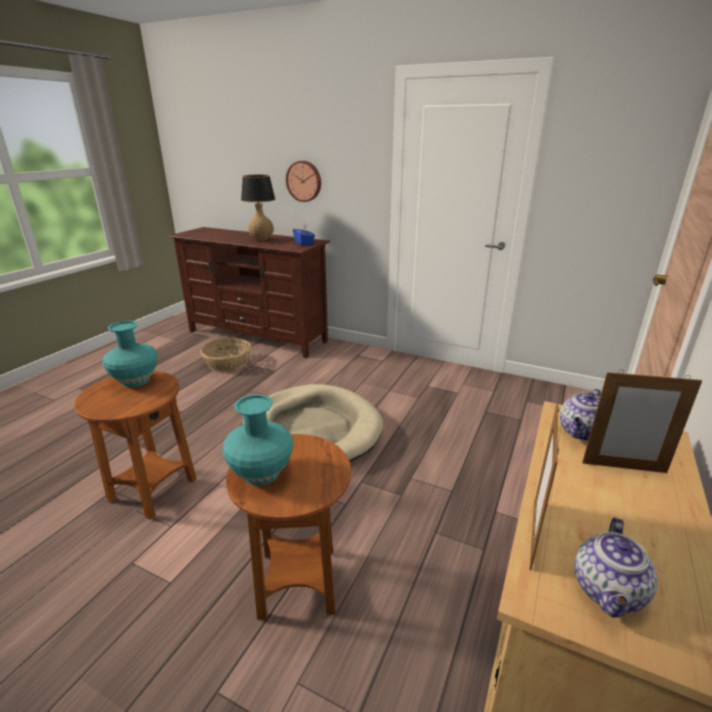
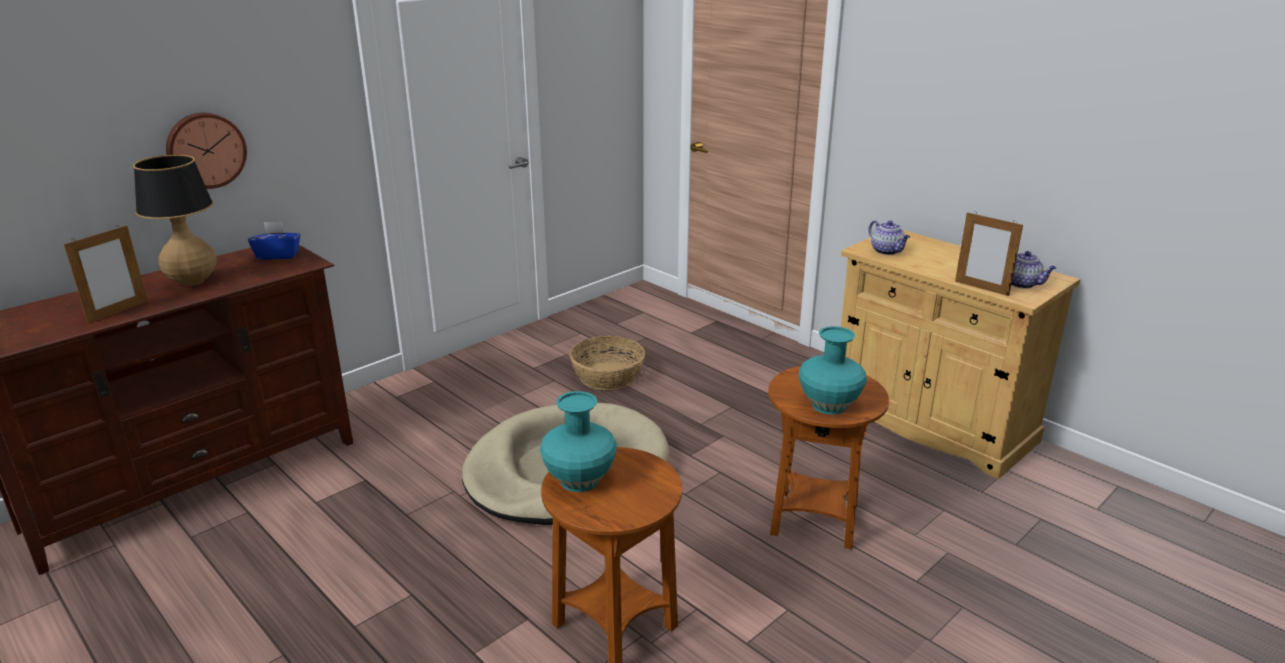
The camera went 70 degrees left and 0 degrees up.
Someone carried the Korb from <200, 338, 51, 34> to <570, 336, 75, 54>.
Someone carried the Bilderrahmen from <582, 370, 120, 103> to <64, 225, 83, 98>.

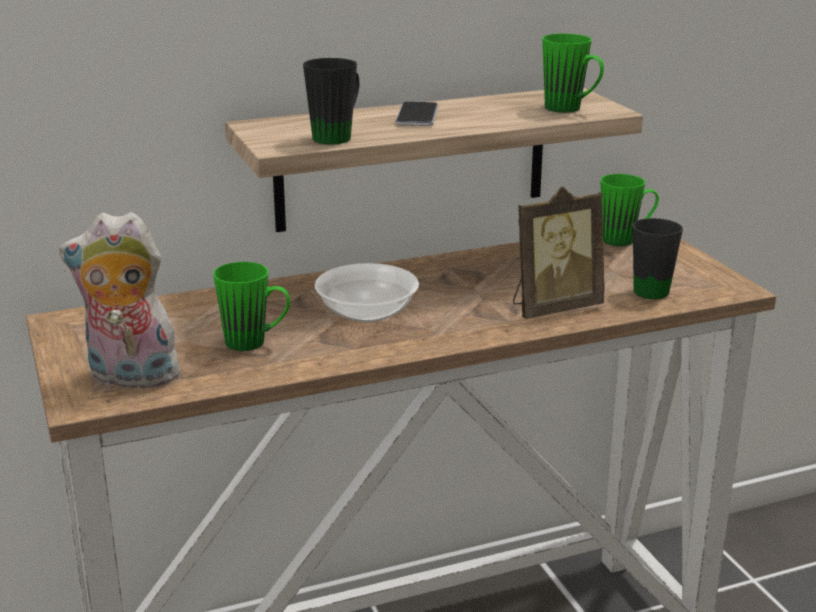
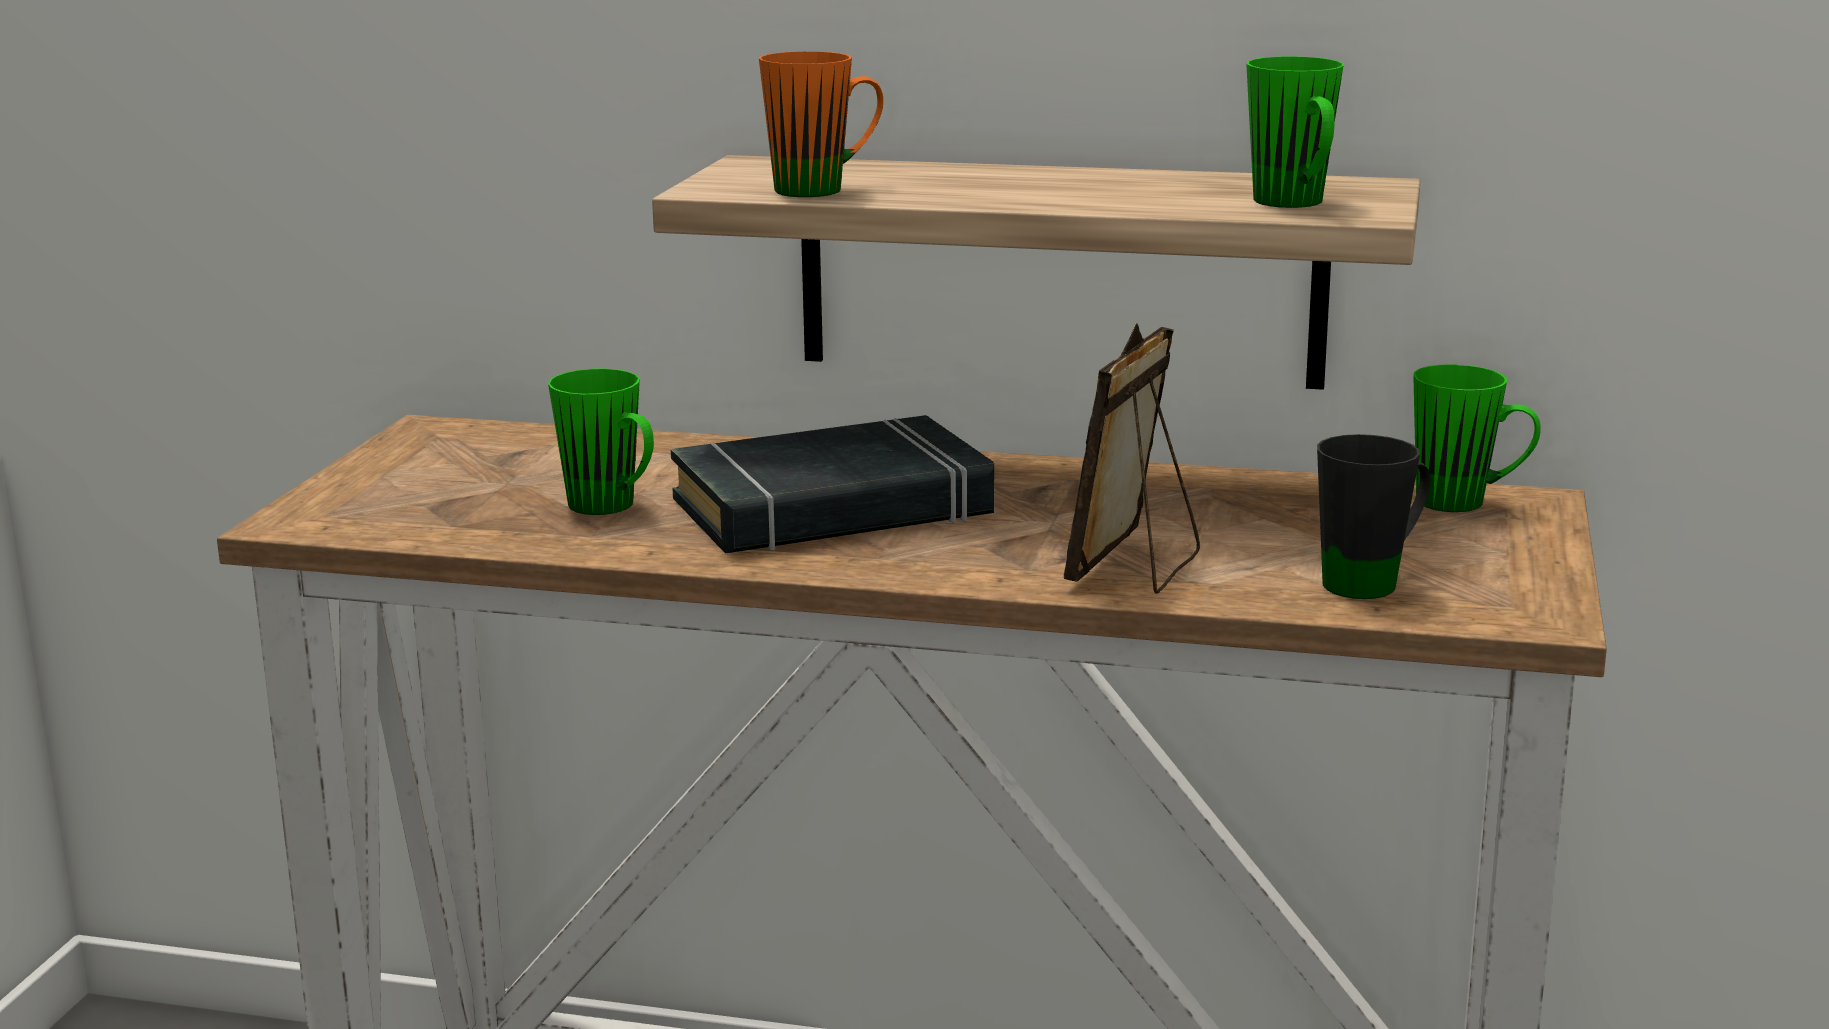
The camera went 35 degrees right and 5 degrees down.
Someone took away the Plüschtier at <59, 212, 130, 181>.
Someone repainted the Henkelbecher [schwarz] at <303, 58, 56, 87>, which became the Henkelbecher [orange] at <759, 51, 124, 146>.
Someone swapped the Schüssel at <315, 263, 104, 60> for the Buch [schwarz] at <671, 415, 323, 138>.
Someone took away the Handy at <395, 102, 44, 24>.
Someone rotated the Bilderrahmen at <513, 186, 92, 133> by 105 degrees clockwise.

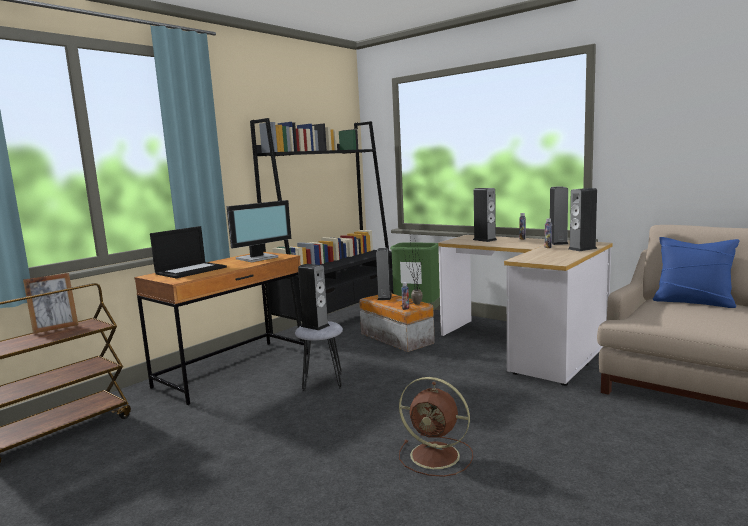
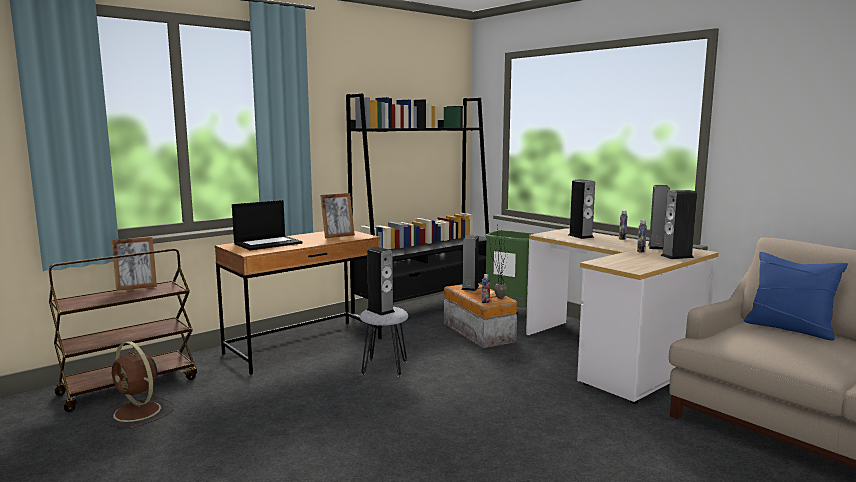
The camera went 10 degrees right and 0 degrees up.
Someone swapped the Monitor at <227, 200, 64, 62> for the Bilderrahmen at <320, 193, 35, 45>.
Someone carried the Ventilator [braun] from <399, 377, 74, 100> to <102, 341, 73, 87>.

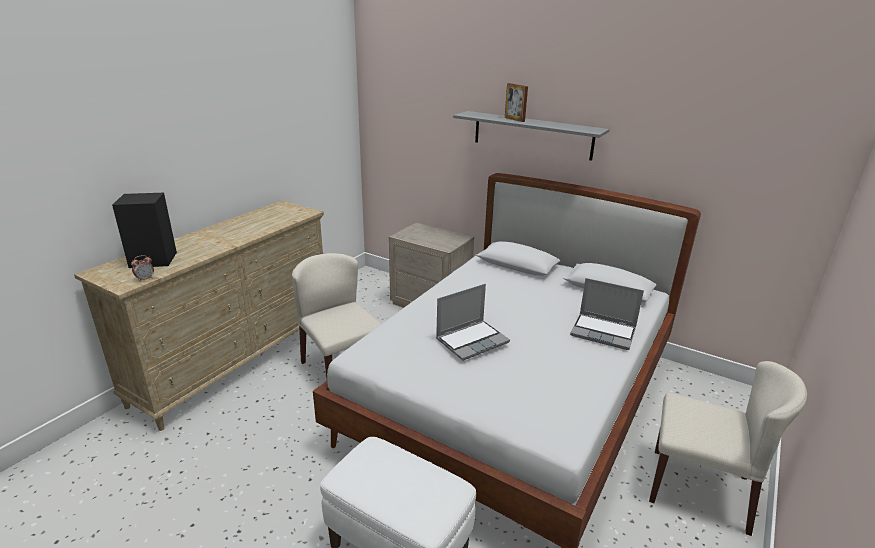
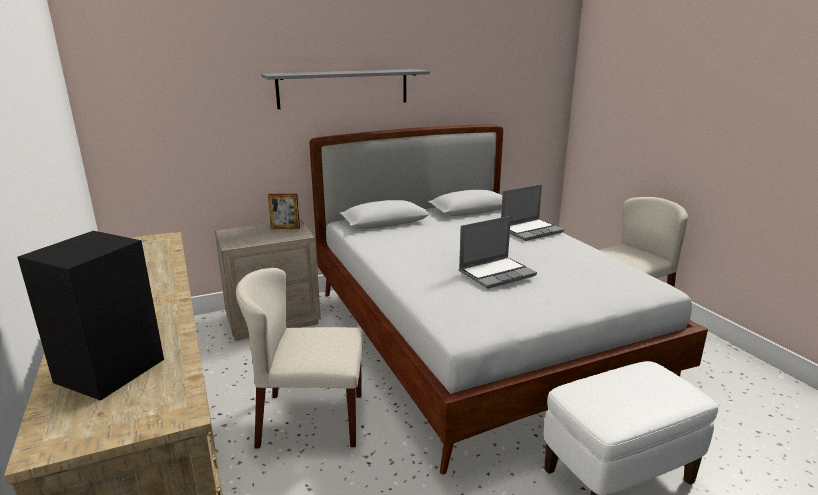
The camera went 55 degrees left and 5 degrees down.
Someone took away the Wecker at <131, 255, 23, 27>.
Someone rotated the Laptop at <436, 284, 74, 77> by 60 degrees clockwise.
Someone carried the Bilderrahmen from <505, 83, 23, 39> to <268, 194, 32, 35>.

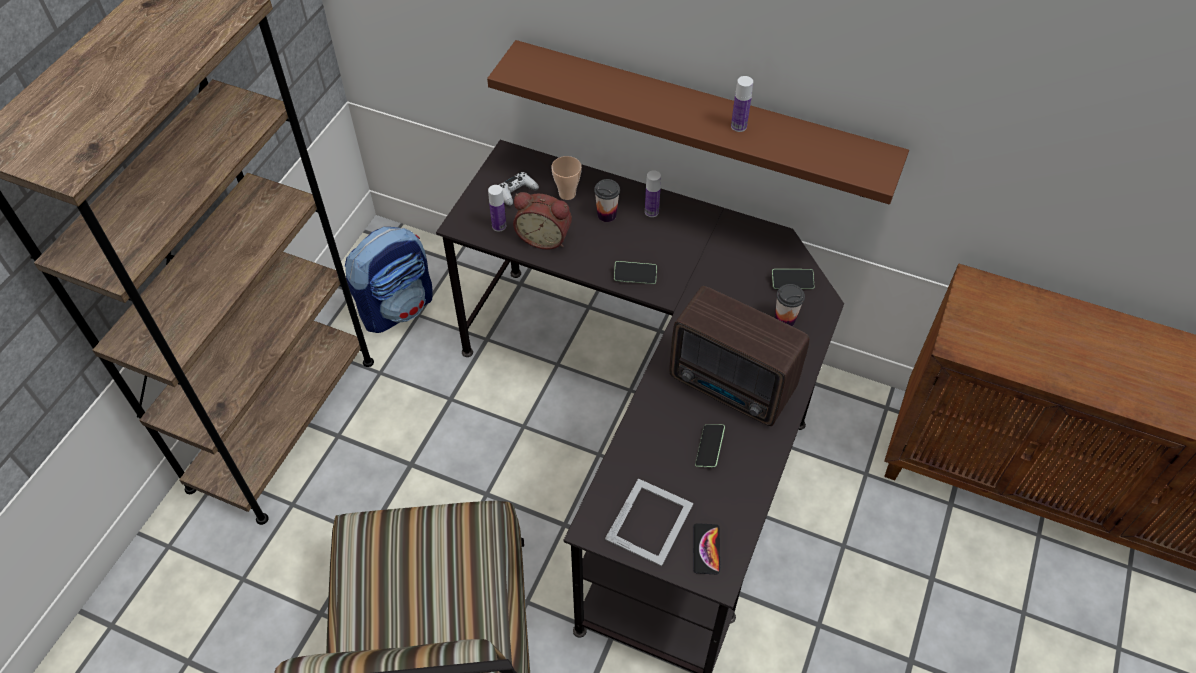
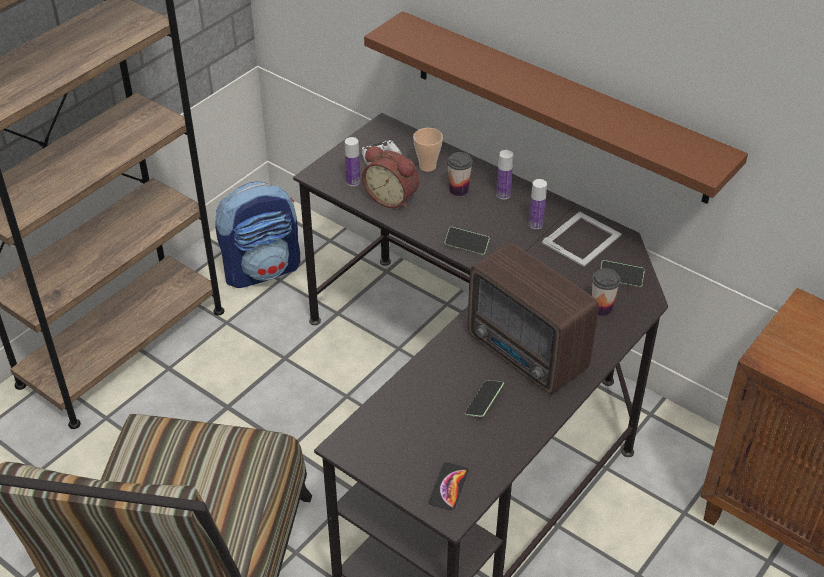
The camera went 15 degrees right and 10 degrees down.
Someone carried the Bilderrahmen from <605, 479, 88, 87> to <542, 211, 80, 56>.
Someone carried the Flasche from <731, 76, 22, 56> to <529, 179, 18, 50>.

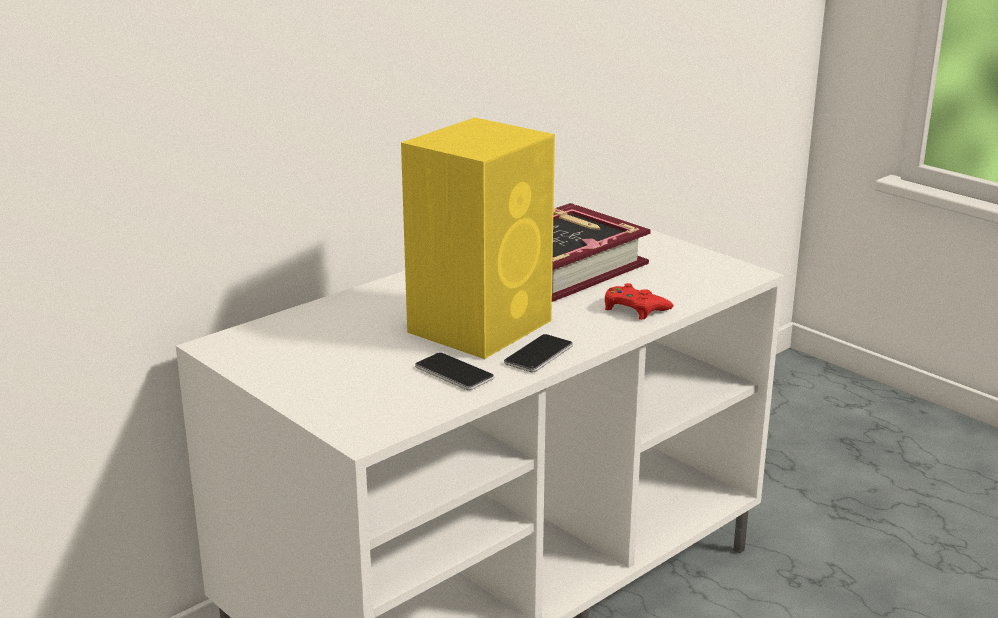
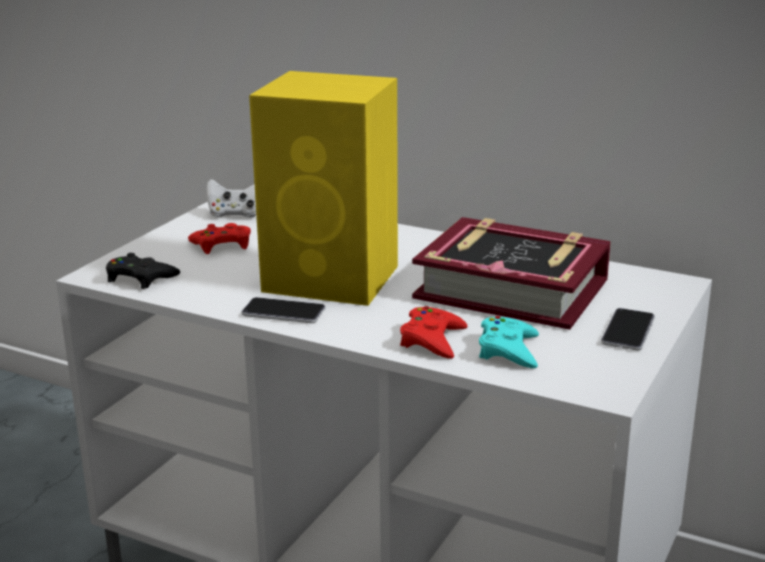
The camera went 70 degrees right and 0 degrees up.
Someone carried the Handy from <415, 352, 79, 38> to <601, 308, 54, 42>.
Someone put down the Gamepad [schwarz] at <106, 253, 74, 36>.
Someone put down the Gamepad [rot] at <188, 223, 63, 31>.
Someone put down the Gamepad [weiß] at <207, 179, 49, 38>.
Someone put down the Gamepad [türkis] at <479, 316, 60, 52>.

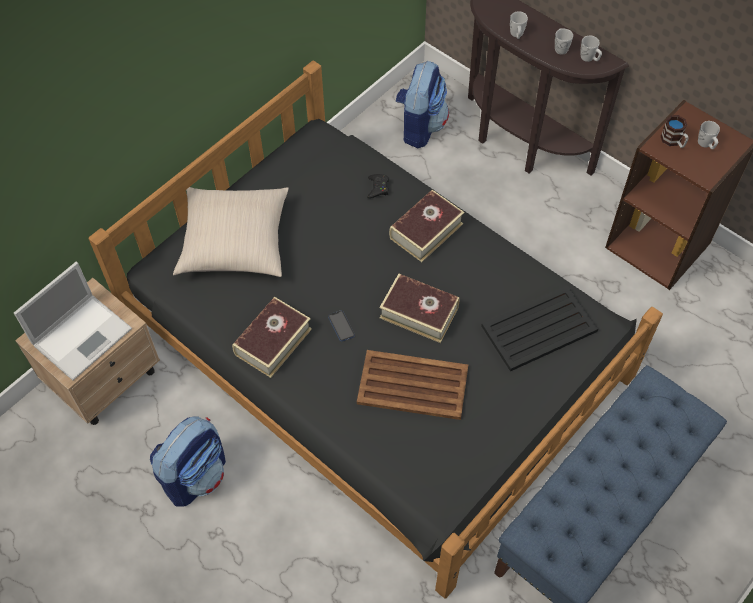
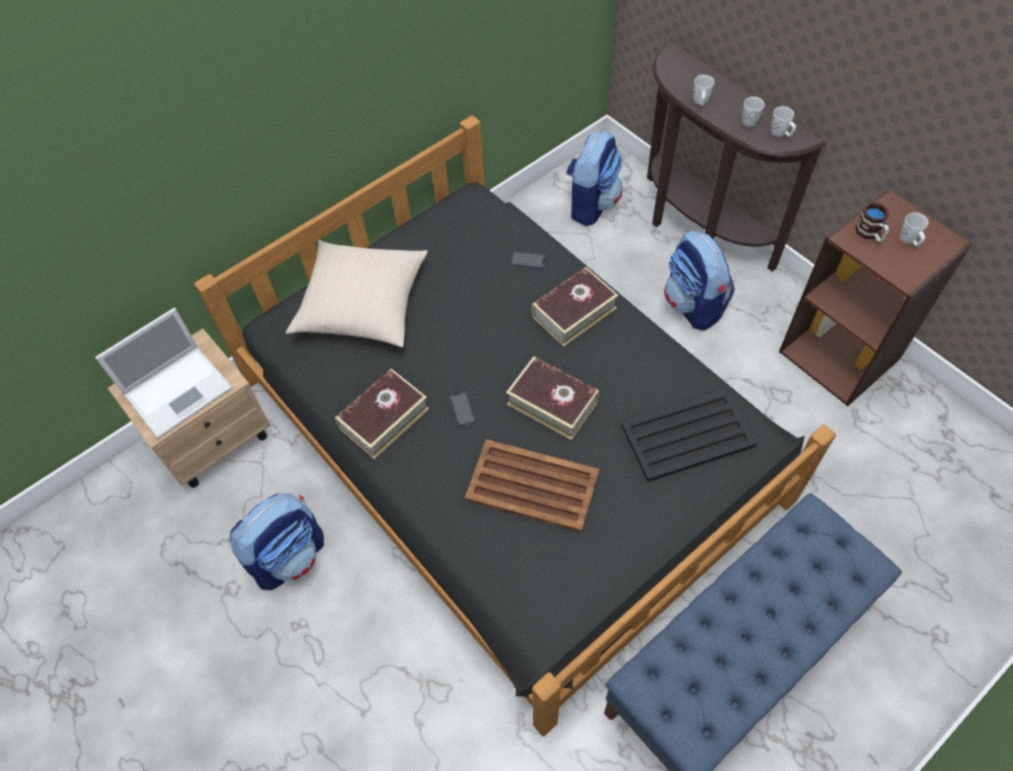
The camera went 10 degrees right and 0 degrees up.
Someone swapped the Gamepad [schwarz] at <367, 174, 22, 24> for the Handy at <510, 251, 36, 18>.
Someone put down the Rucksack at <664, 230, 71, 101>.

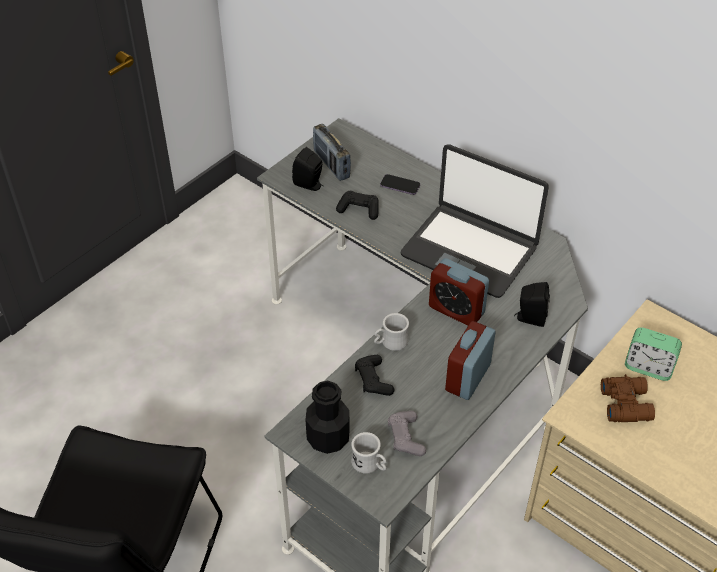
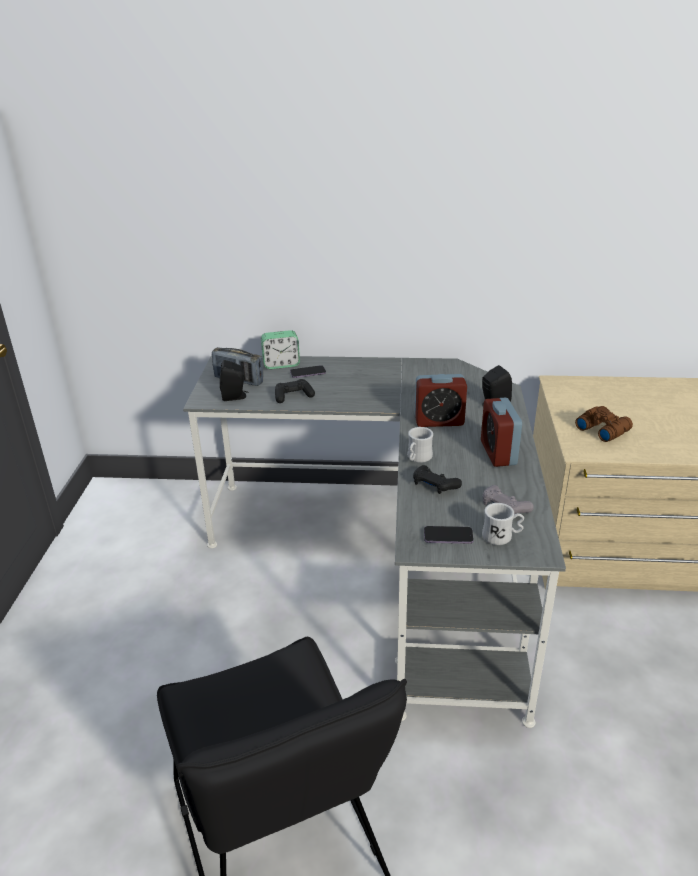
The camera went 35 degrees left and 15 degrees down.
Someone swapped the Flasche [schwarz] at <305, 381, 45, 73> for the Handy at <424, 526, 50, 18>.
Someone took away the Laptop at <401, 144, 148, 154>.
Someone carried the Wecker from <625, 327, 57, 54> to <261, 330, 39, 39>.

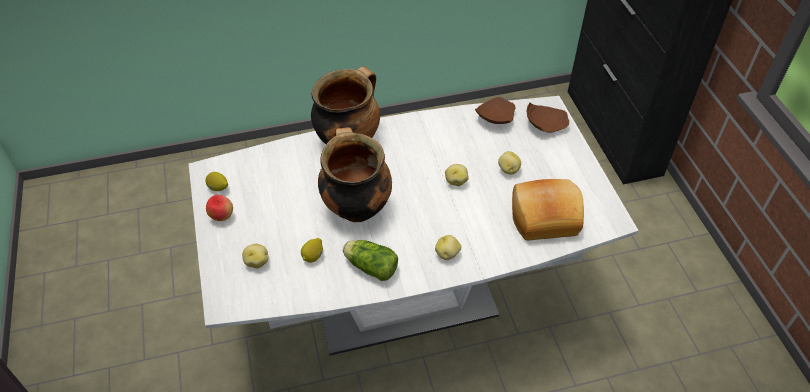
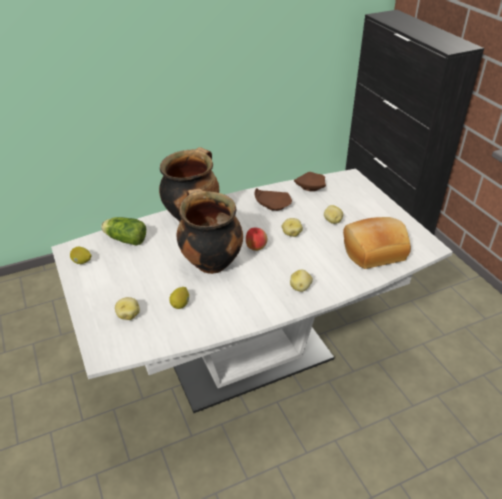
The camera went 10 degrees left and 10 degrees down.
Someone carried the Apfel from <206, 195, 27, 26> to <246, 228, 21, 23>.
Someone carried the Salatkopf from <343, 240, 55, 41> to <101, 217, 45, 29>.
Someone carried the Teller [braun] from <527, 102, 42, 31> to <255, 188, 37, 23>.

